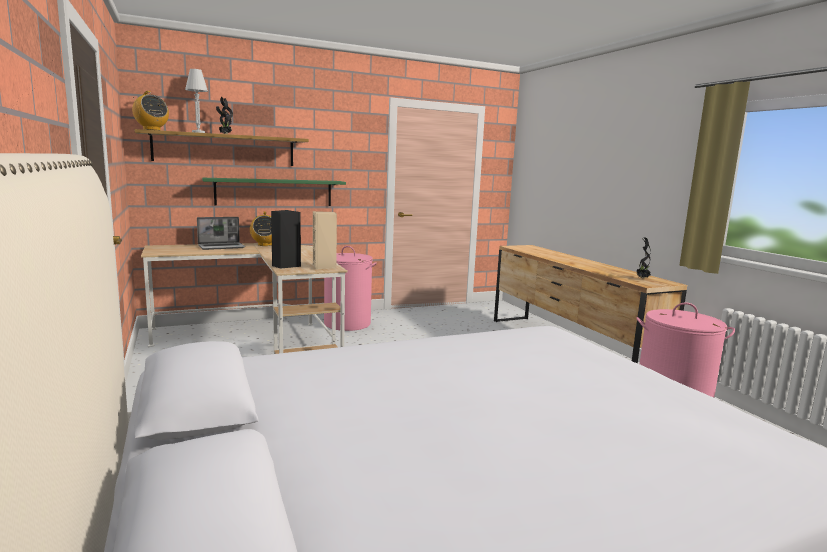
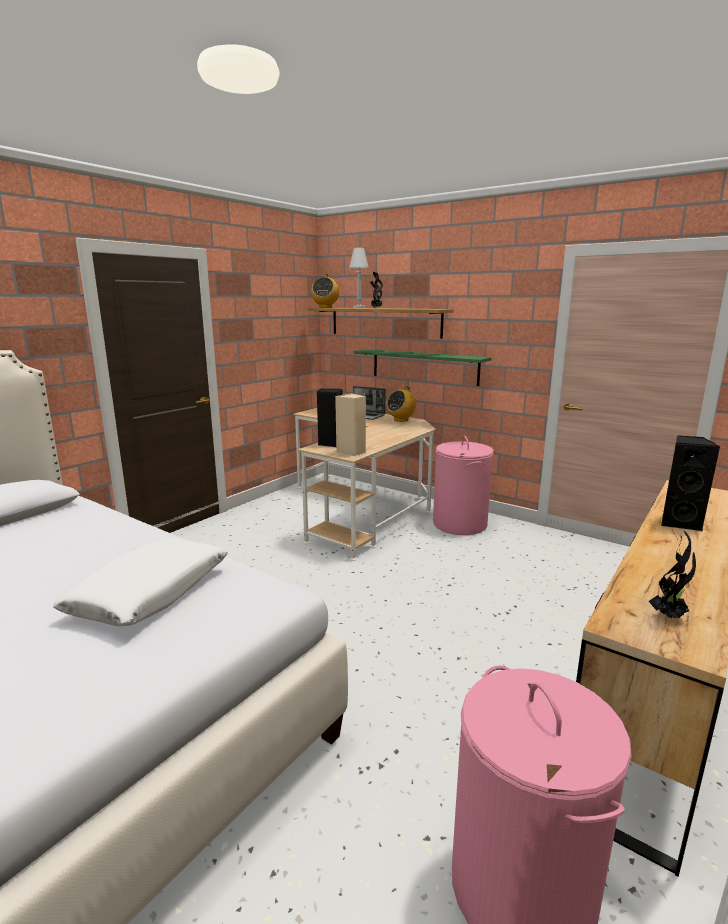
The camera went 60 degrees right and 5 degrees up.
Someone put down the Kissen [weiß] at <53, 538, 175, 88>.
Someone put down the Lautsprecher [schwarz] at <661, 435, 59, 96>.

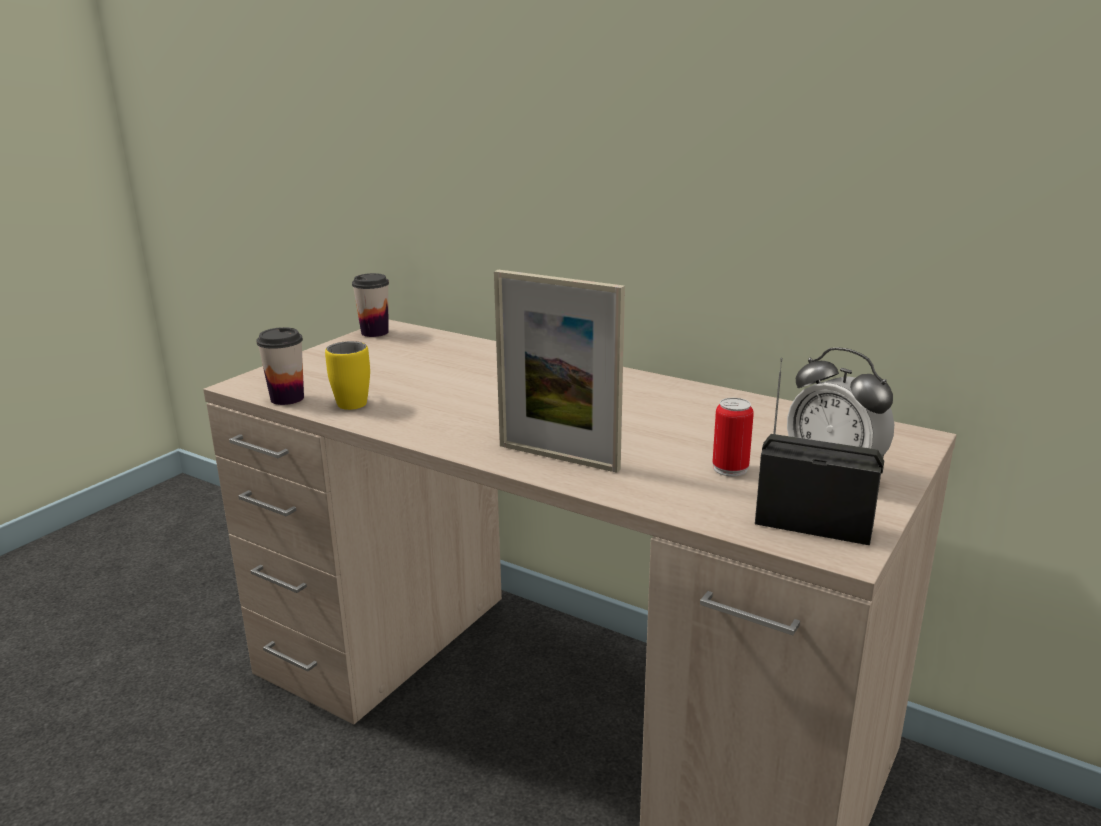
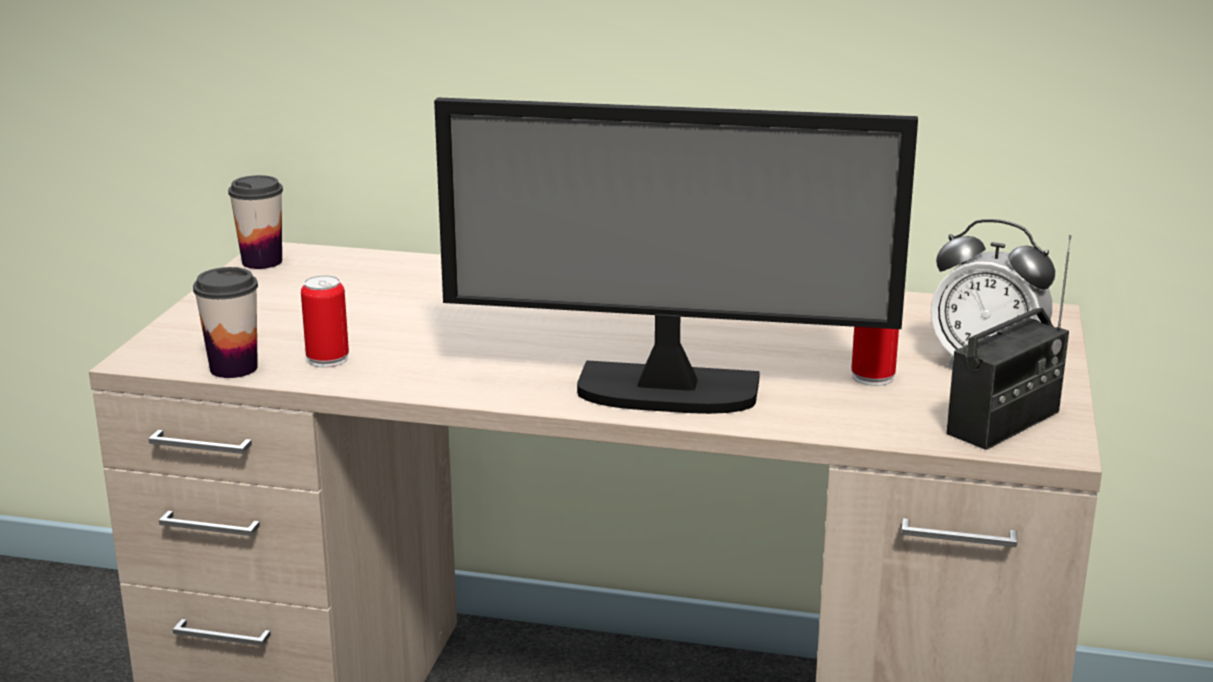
The camera went 20 degrees left and 0 degrees up.
Someone swapped the Henkelbecher [gelb] at <325, 341, 45, 69> for the Dose at <301, 275, 48, 92>.
Someone swapped the Bilderrahmen at <494, 269, 131, 204> for the Monitor at <434, 97, 484, 317>.
Someone rotated the Radio at <755, 358, 129, 187> by 135 degrees clockwise.

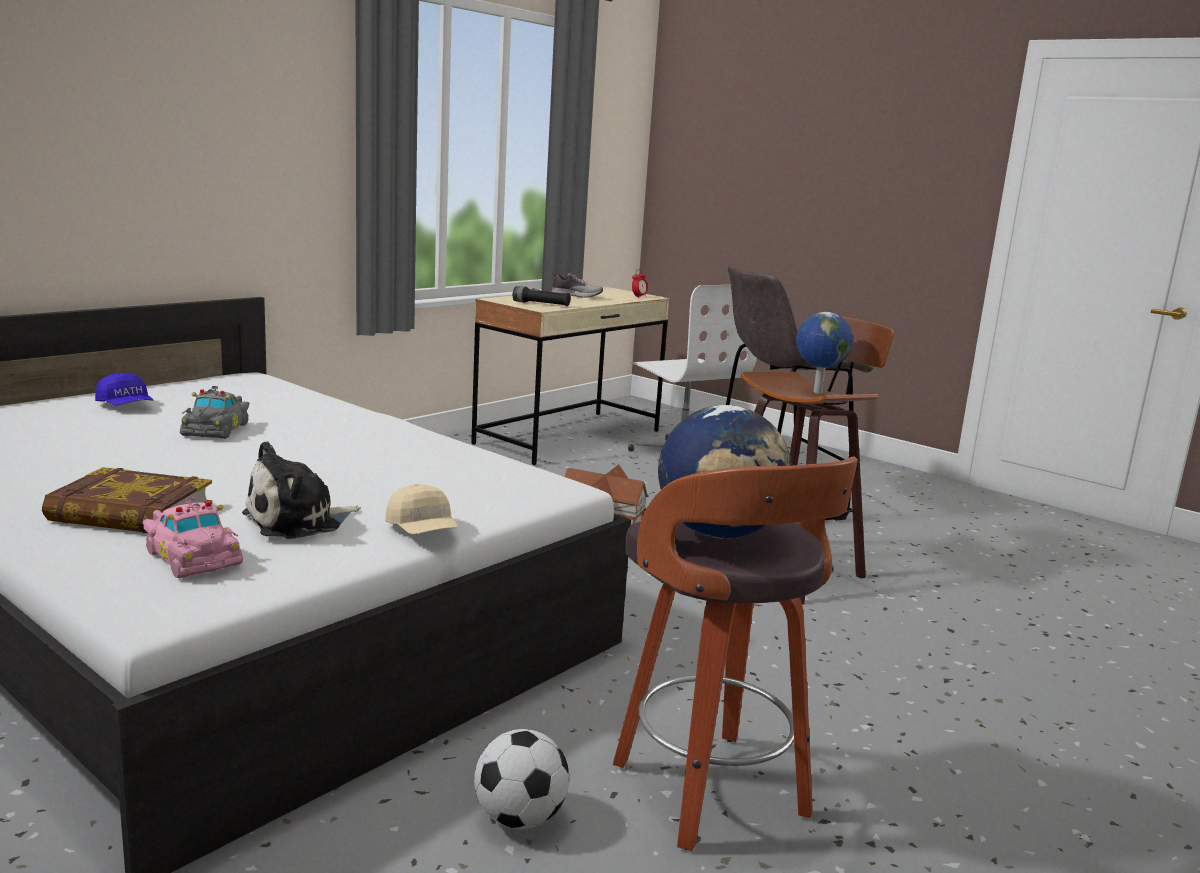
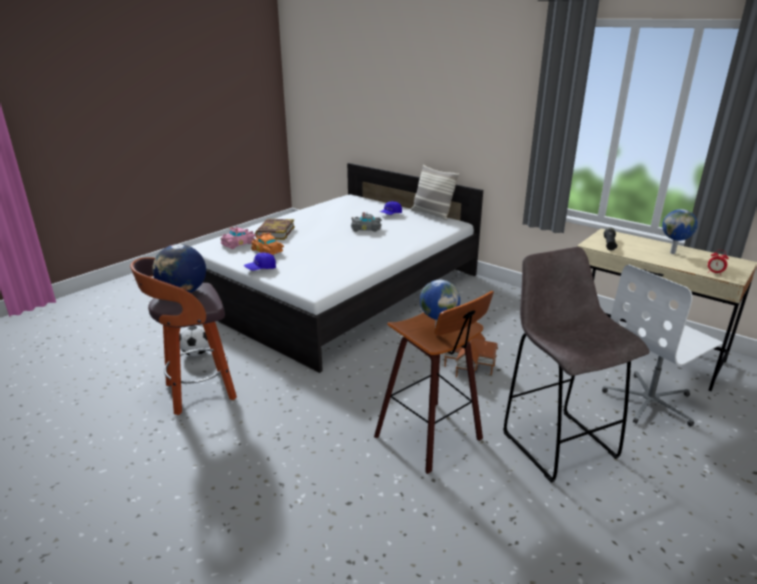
The camera went 90 degrees right and 10 degrees up.
Someone swapped the Plüschtier at <242, 441, 119, 98> for the Spielzeugauto [orange] at <251, 233, 33, 22>.
Someone repainted the Kappe [beige] at <385, 484, 73, 50>, which became the Kappe [blau] at <244, 253, 32, 18>.
Someone swapped the Schuh at <552, 273, 51, 24> for the Globus at <662, 209, 36, 45>.
Someone put down the Kissen at <411, 165, 48, 55>.

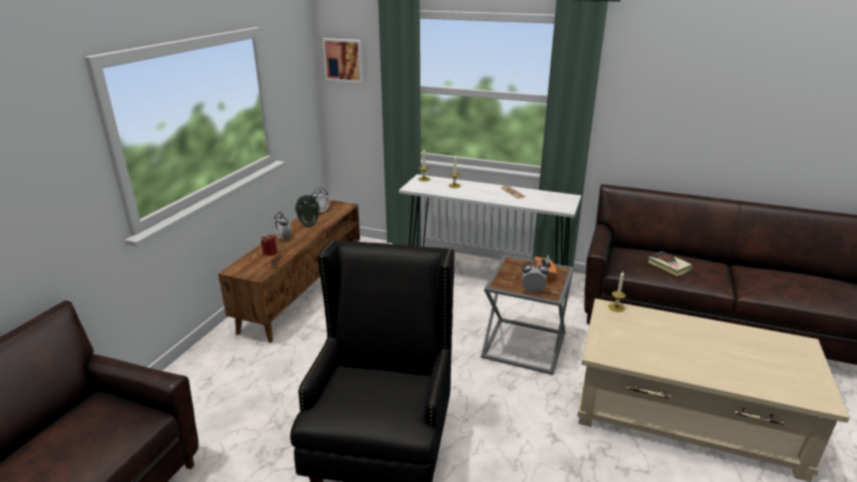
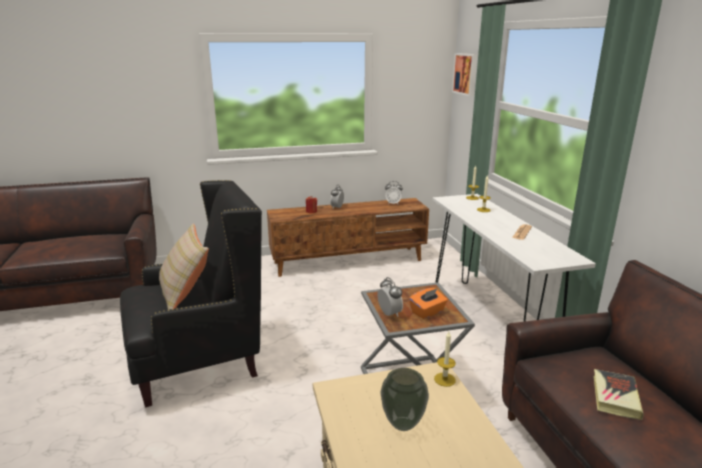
The camera went 55 degrees right and 5 degrees down.
Someone carried the Vase from <295, 195, 25, 33> to <380, 368, 49, 63>.
Someone put down the Kissen [beige] at <159, 224, 50, 86>.

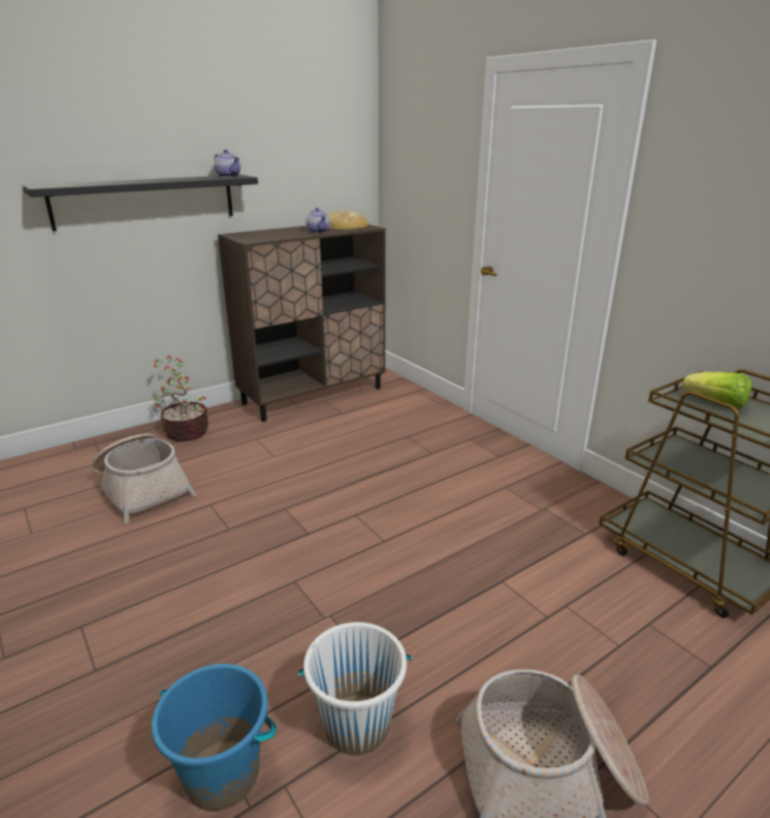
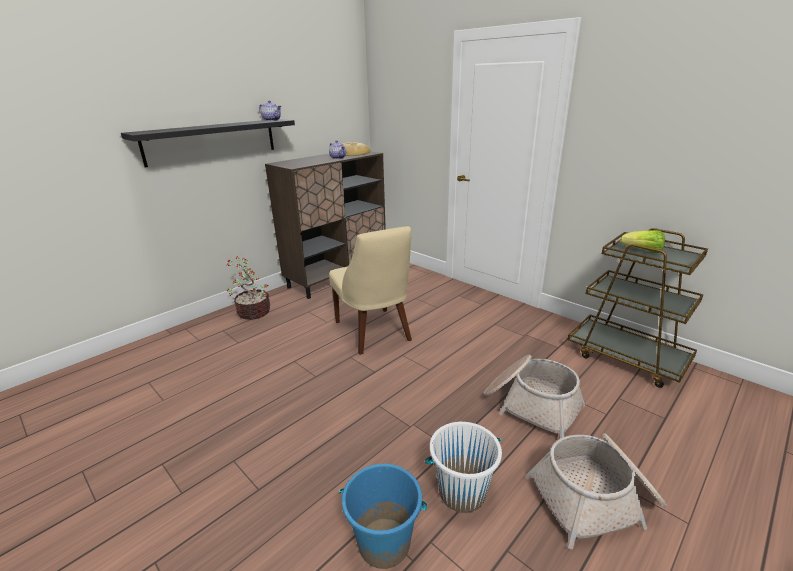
The camera went 10 degrees left and 0 degrees up.
Someone carried the Korb from <92, 434, 104, 90> to <484, 354, 101, 85>.
Someone put down the Stuhl [beige] at <329, 226, 83, 129>.

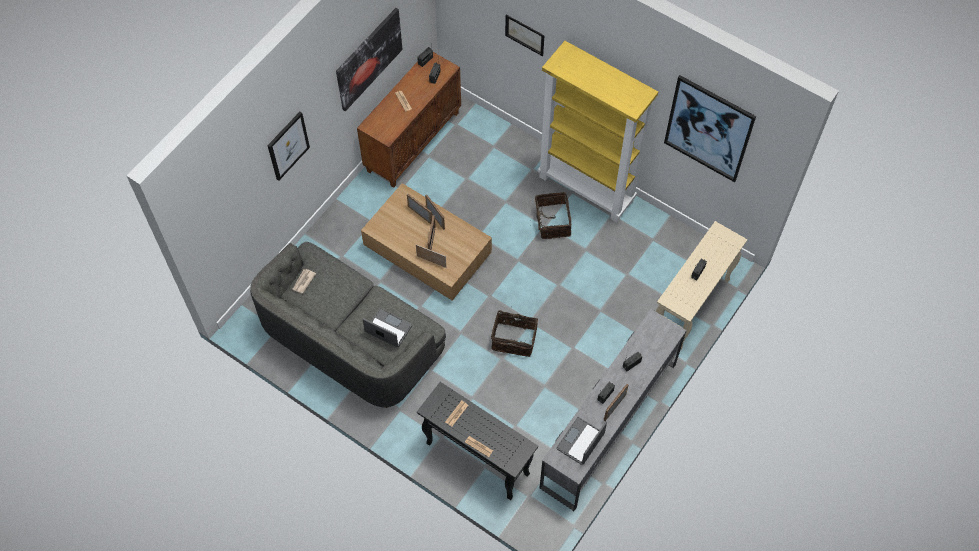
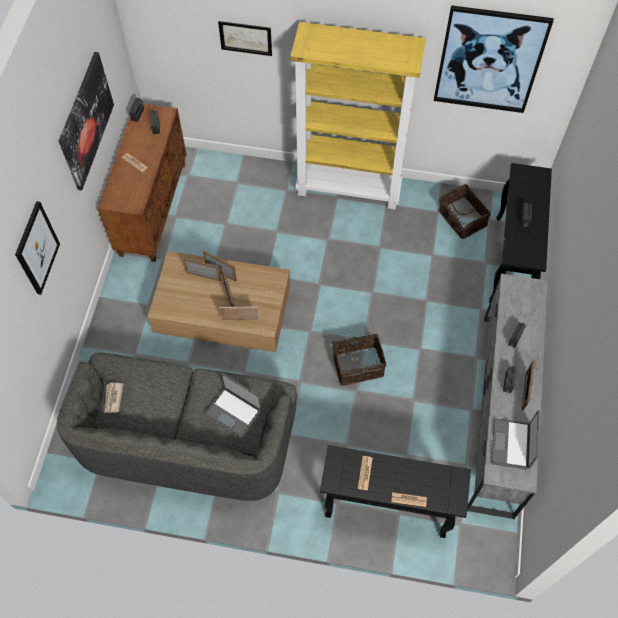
The camera went 25 degrees left and 0 degrees up.
Someone rotated the Laptop at <362, 308, 50, 39> by 150 degrees counterclockwise.
Someone carried the Korb from <535, 192, 36, 47> to <439, 184, 52, 55>.
Someone repainted the Konsolentisch [beige] at <656, 221, 91, 130>, which became the Konsolentisch [schwarz] at <489, 163, 63, 140>.

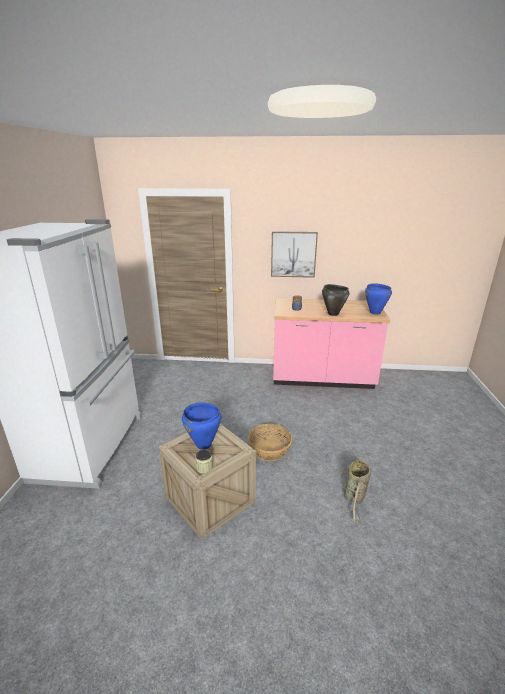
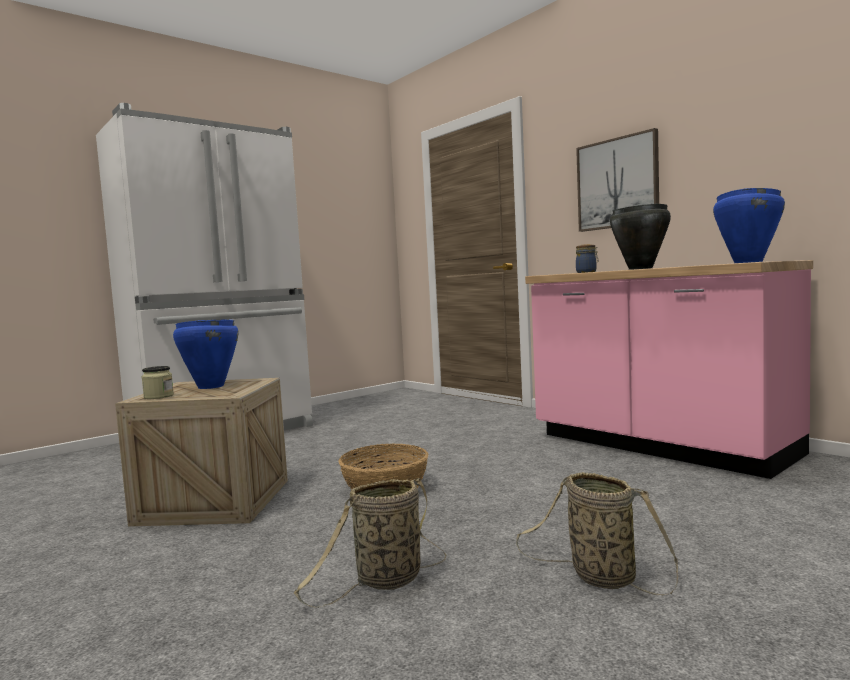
The camera went 45 degrees right and 20 degrees down.
Someone put down the Korb at <516, 472, 162, 123>.

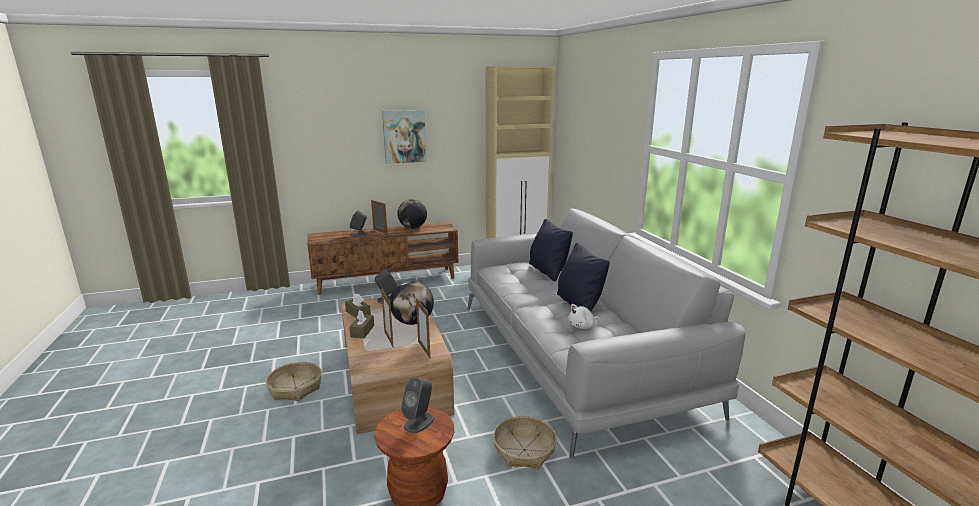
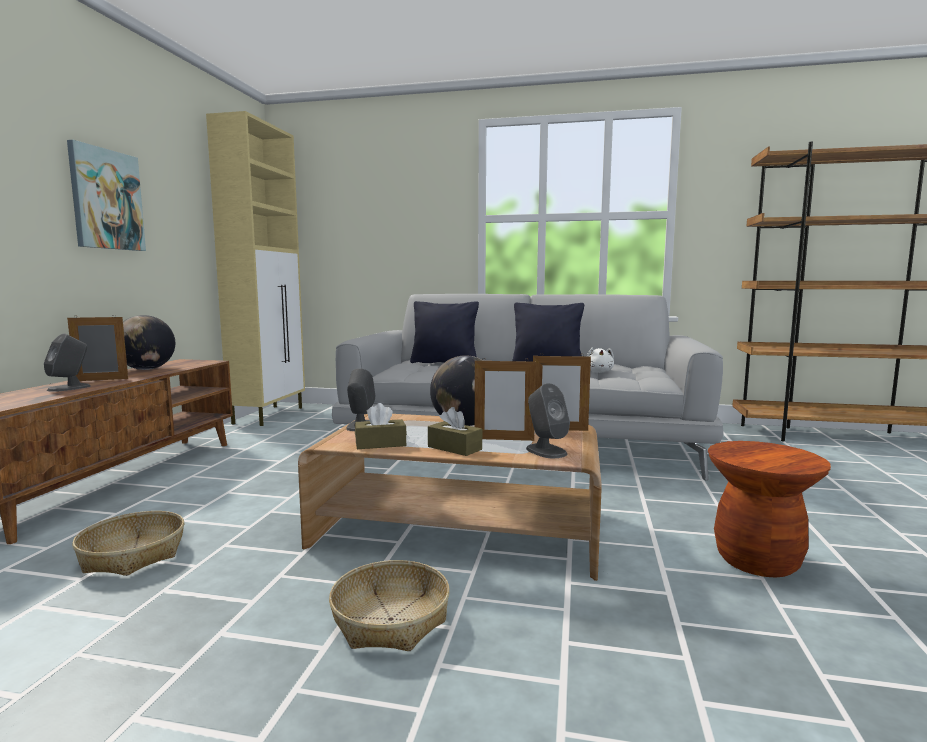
The camera went 60 degrees left and 10 degrees down.
Someone carried the Lautsprecher [grau] from <401, 377, 33, 56> to <526, 383, 44, 75>.
Someone carried the Korb from <493, 416, 64, 53> to <72, 511, 112, 65>.

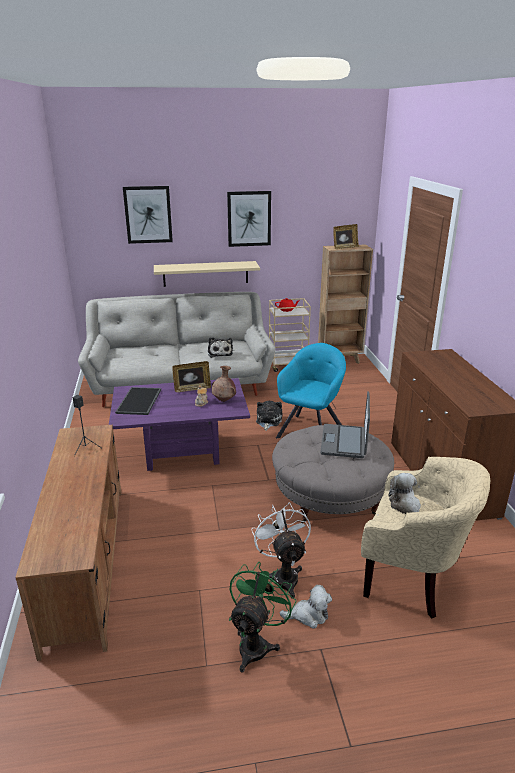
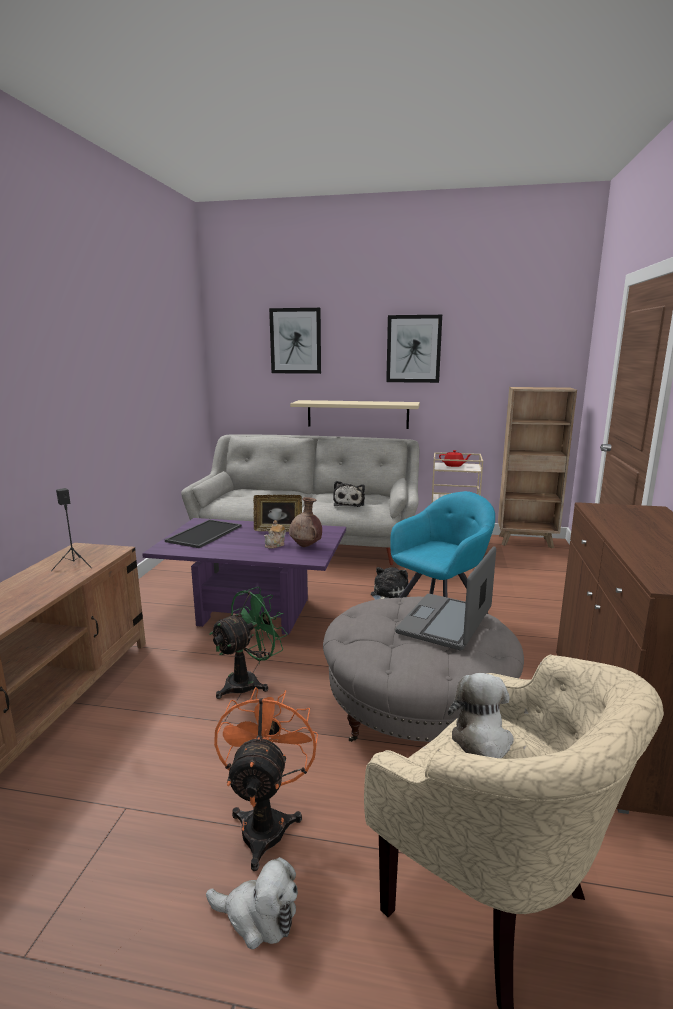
The camera went 20 degrees right and 10 degrees down.
Someone carried the Ventilator [grün] from <229, 562, 68, 111> to <210, 587, 77, 112>.
Someone repainted the Ventilator [weiß] at <251, 502, 60, 97>, which became the Ventilator [orange] at <214, 687, 104, 184>.
Someone took away the Bilderrahmen at <333, 224, 26, 25>.

